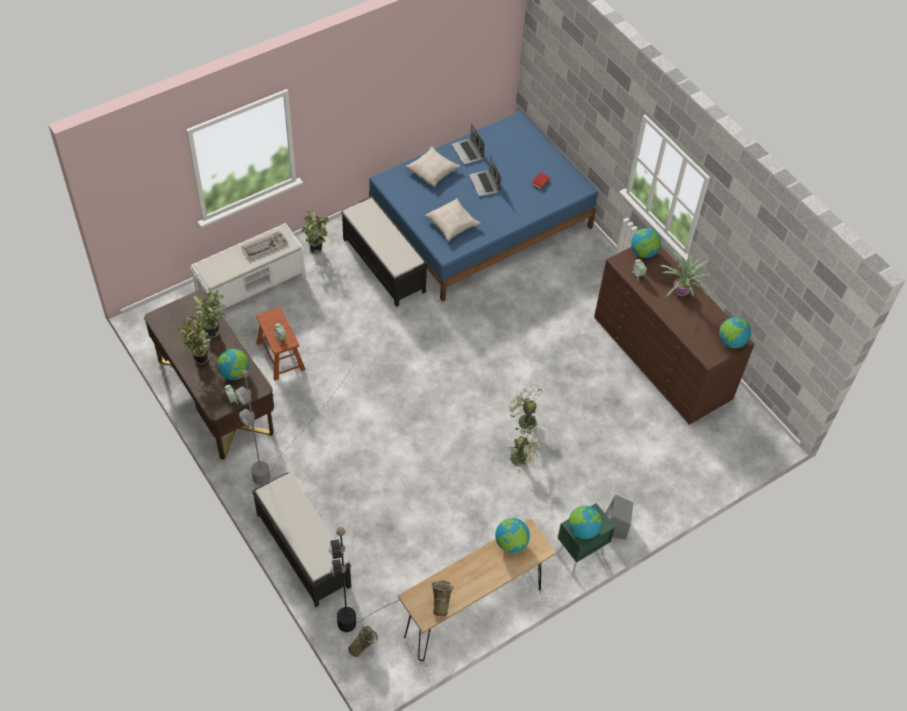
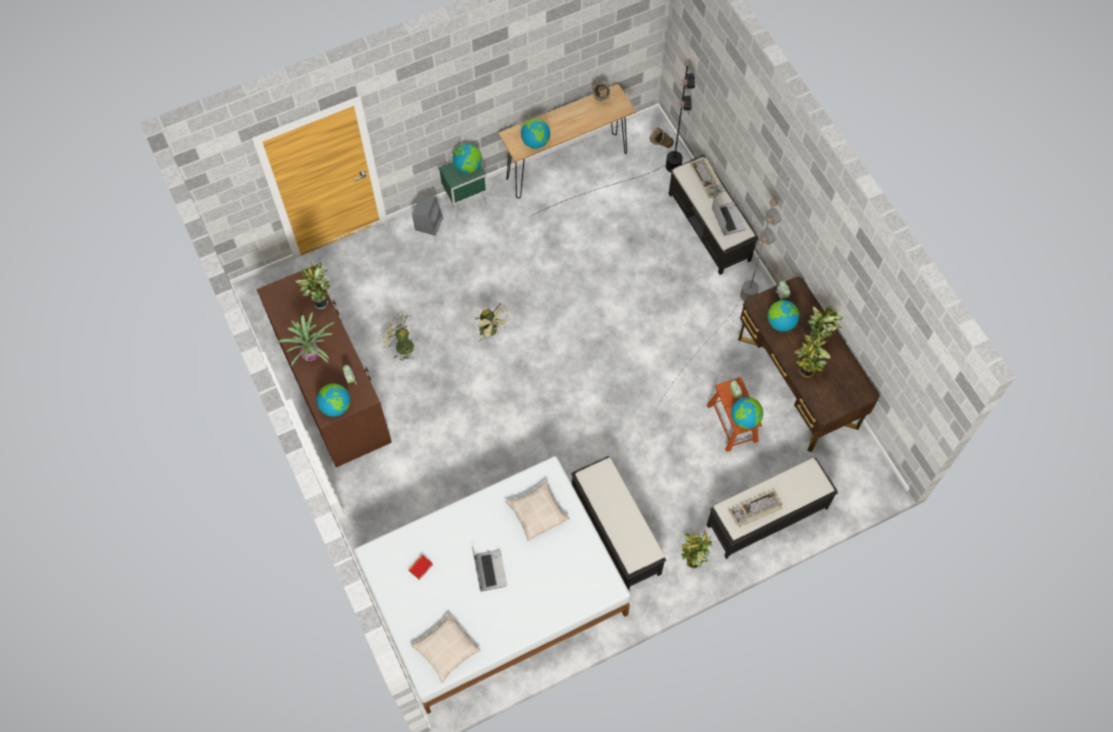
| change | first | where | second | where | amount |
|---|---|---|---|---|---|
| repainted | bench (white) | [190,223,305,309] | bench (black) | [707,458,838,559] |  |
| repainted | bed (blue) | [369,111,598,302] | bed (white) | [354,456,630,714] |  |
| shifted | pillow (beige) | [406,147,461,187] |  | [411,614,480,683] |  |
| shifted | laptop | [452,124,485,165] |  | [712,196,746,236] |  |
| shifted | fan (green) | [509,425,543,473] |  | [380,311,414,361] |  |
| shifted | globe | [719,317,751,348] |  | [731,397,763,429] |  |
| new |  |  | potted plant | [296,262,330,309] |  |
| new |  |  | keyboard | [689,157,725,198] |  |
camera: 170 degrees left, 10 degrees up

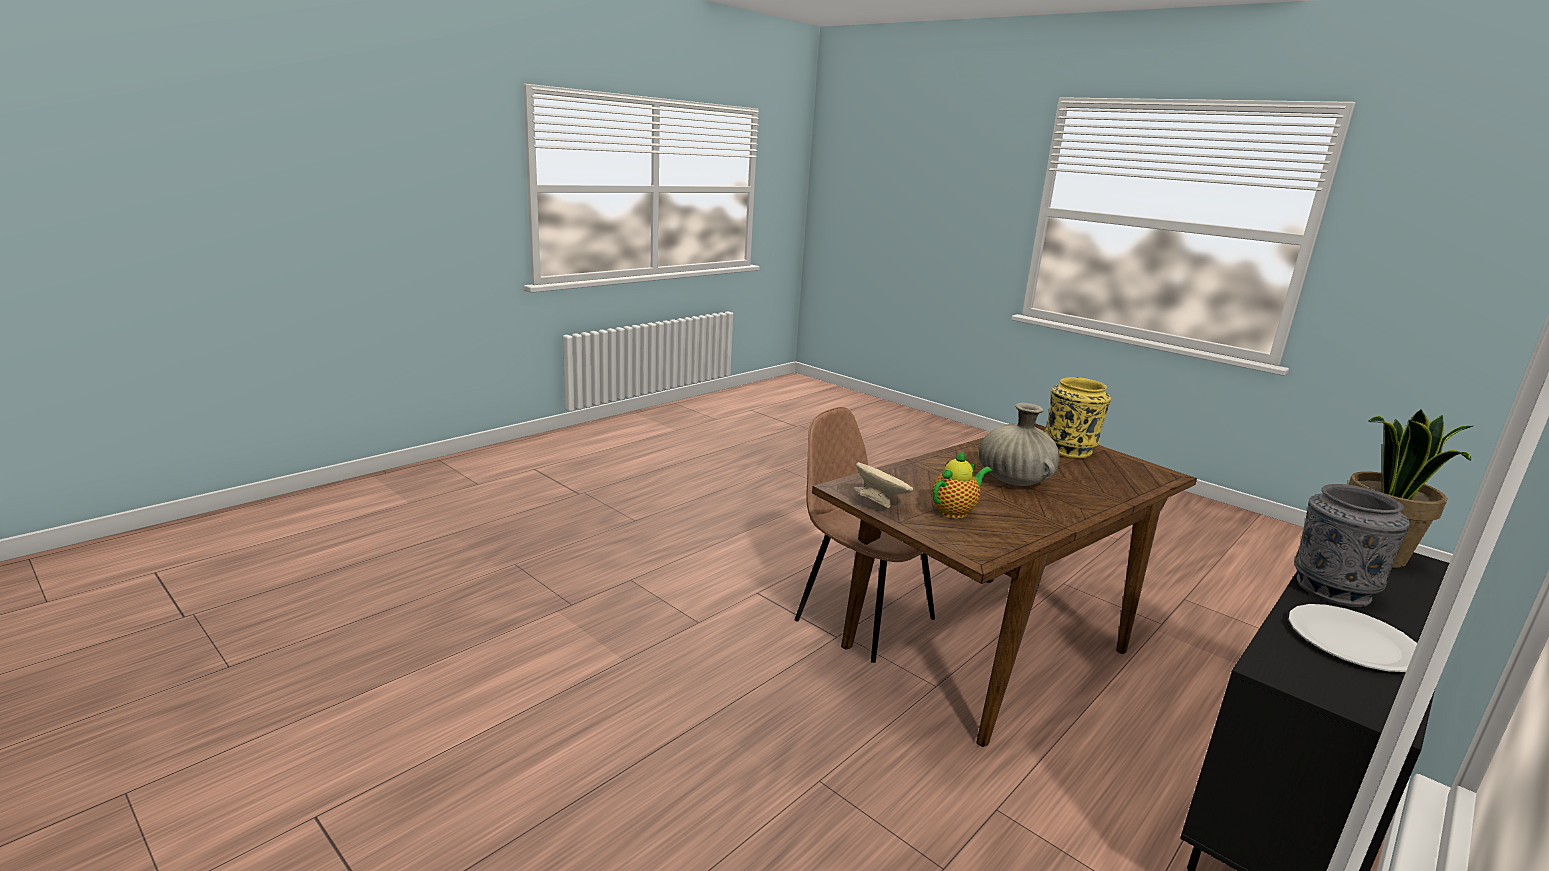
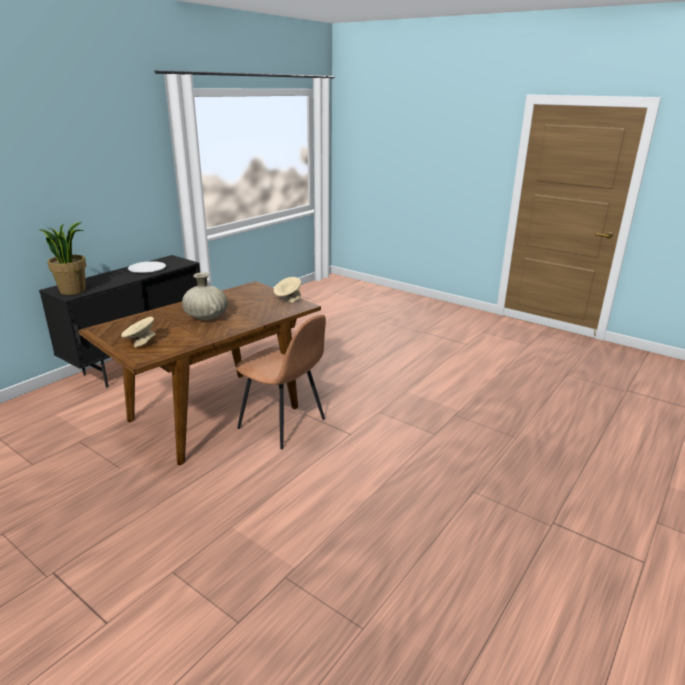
| change | first | where | second | where | amount |
|---|---|---|---|---|---|
| gone | teapot | [932,451,992,519] |  |  |  |
| swapped | vase (yellow) | [1045,377,1111,458] | bowl (beige) | [121,317,155,348] |  |
| gone | vase (grey) | [1294,484,1410,607] |  |  |  |
camera: 175 degrees right, 5 degrees up

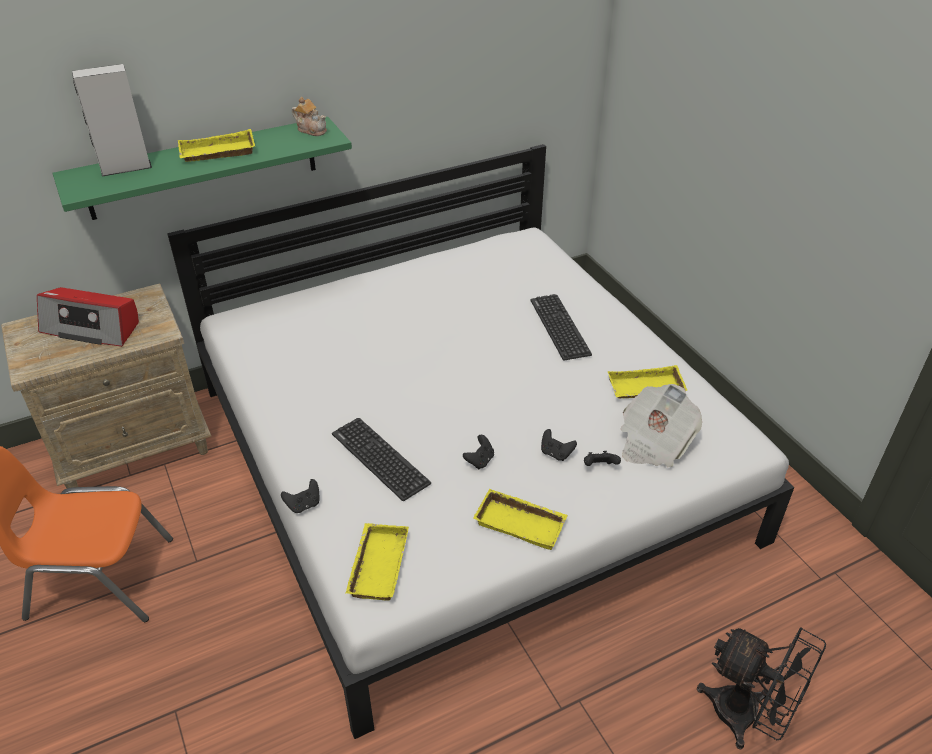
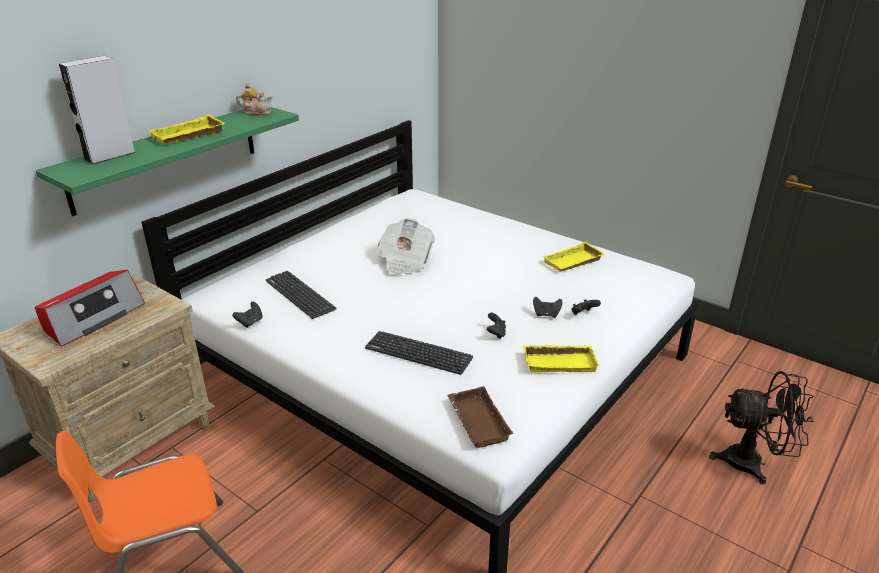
| change | first | where | second | where | amount |
|---|---|---|---|---|---|
| rotated | radio | [37,287,139,347] |  | [35,270,145,347] | 45 degrees counterclockwise |
| shifted | game controller (black) | [281,479,320,513] |  | [233,302,263,328] |  |
| repainted | tray (yellow) | [346,523,409,600] | tray (brown) | [447,386,513,448] |  |
| shifted | keyboard | [530,294,592,360] |  | [266,271,337,319] |  |
| shifted | newspaper | [620,384,702,467] |  | [378,218,435,275] |  |
camera: 25 degrees left, 10 degrees down

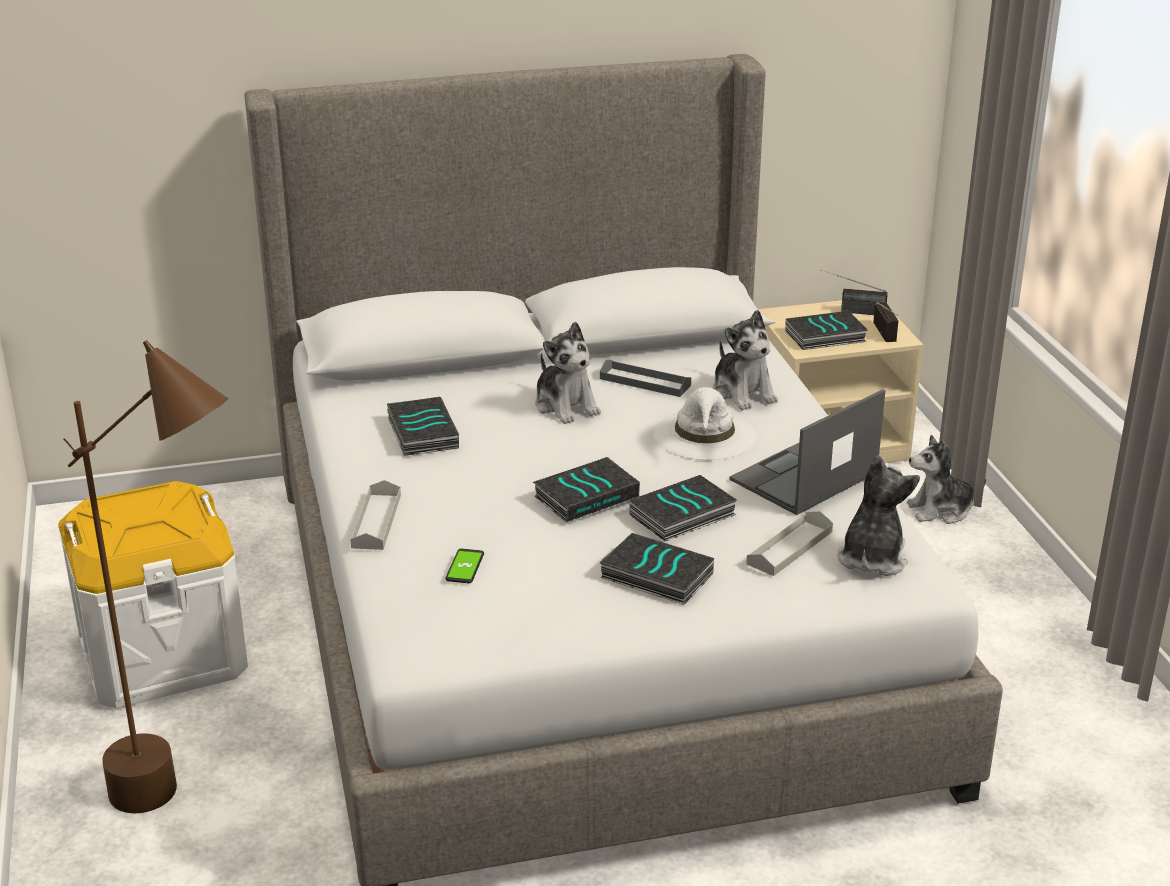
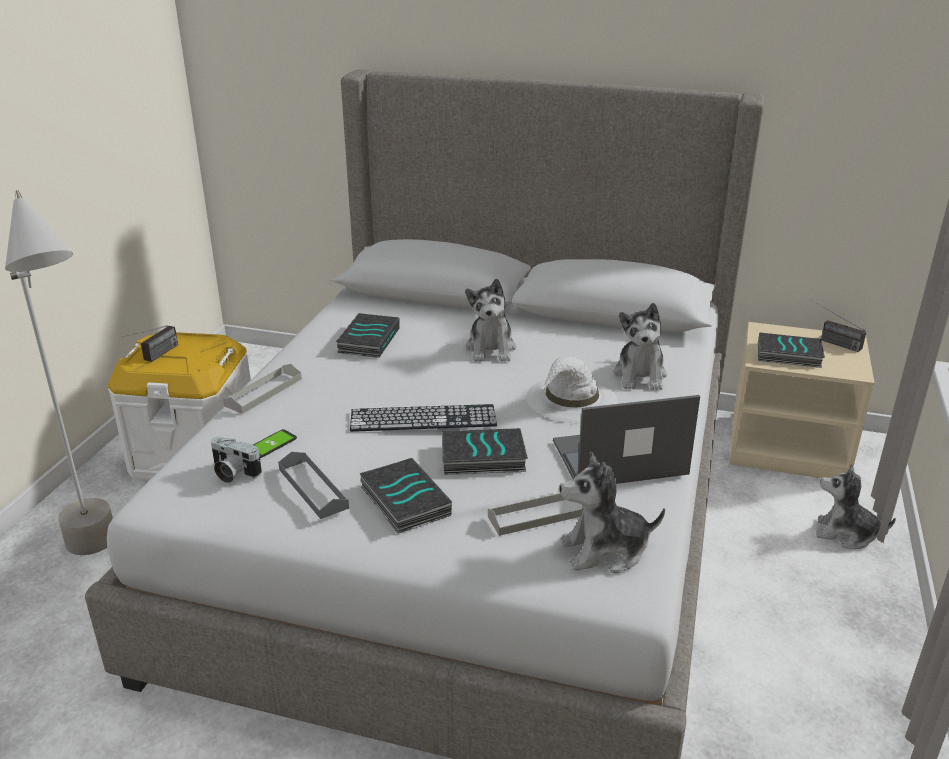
| change | first | where | second | where | amount |
|---|---|---|---|---|---|
| repainted | floor lamp (brown) | [64,340,228,813] | floor lamp (grey) | [5,190,113,555] |  |
| swapped | book | [533,457,640,522] | keyboard | [350,404,497,432] |  |
| shifted | tray (grey) | [600,360,691,397] |  | [278,452,349,519] |  |
| rotated | plush toy | [837,455,920,576] |  | [559,451,665,573] | 150 degrees counterclockwise |
| shifted | radio | [873,302,898,342] |  | [122,325,178,362] |  |
| new |  |  | photo camera | [211,437,262,483] |  |
camera: 30 degrees right, 0 degrees up

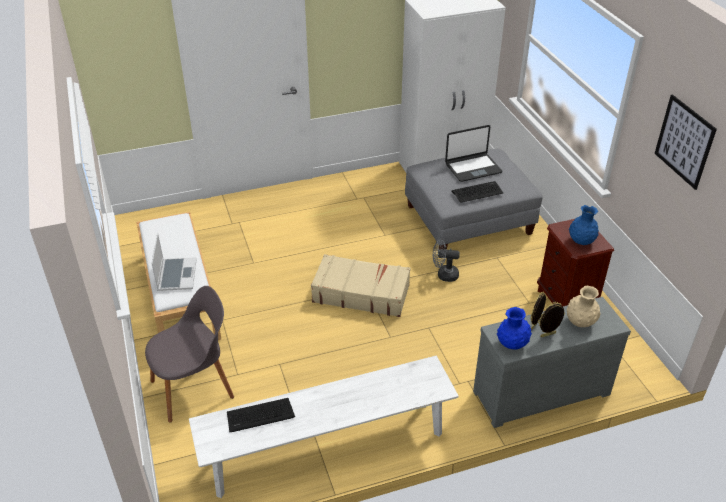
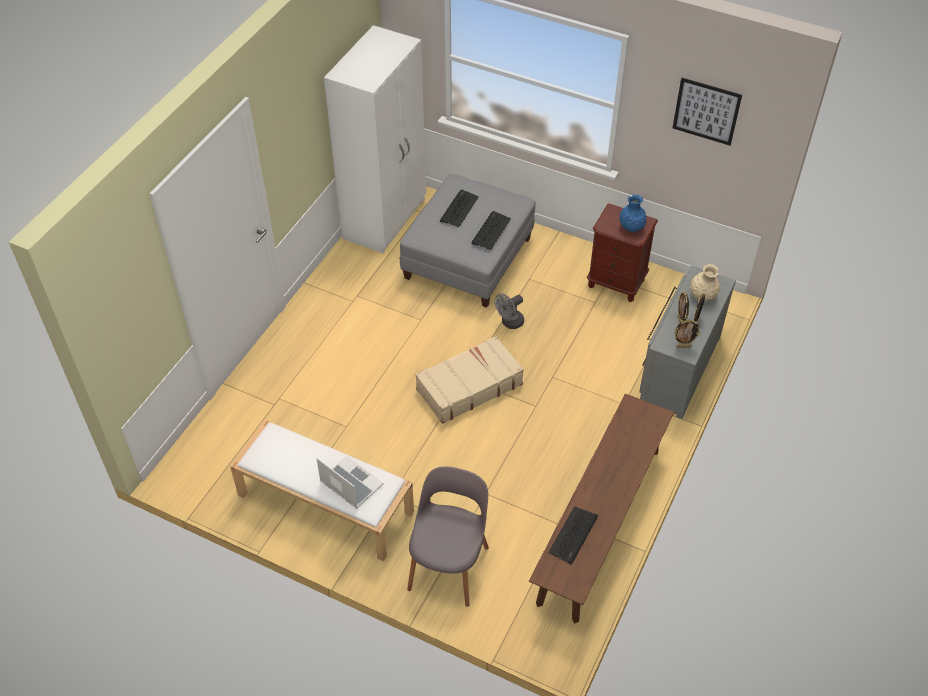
| change | first | where | second | where | amount |
|---|---|---|---|---|---|
| repainted | bench (white) | [189,355,459,498] | bench (brown) | [529,394,674,624] |  |
| swapped | laptop | [445,125,502,182] | keyboard | [440,189,479,227] |  |
| swapped | vase (blue) | [497,307,532,349] | picture frame | [673,320,701,348] |  |
camera: 45 degrees left, 10 degrees up

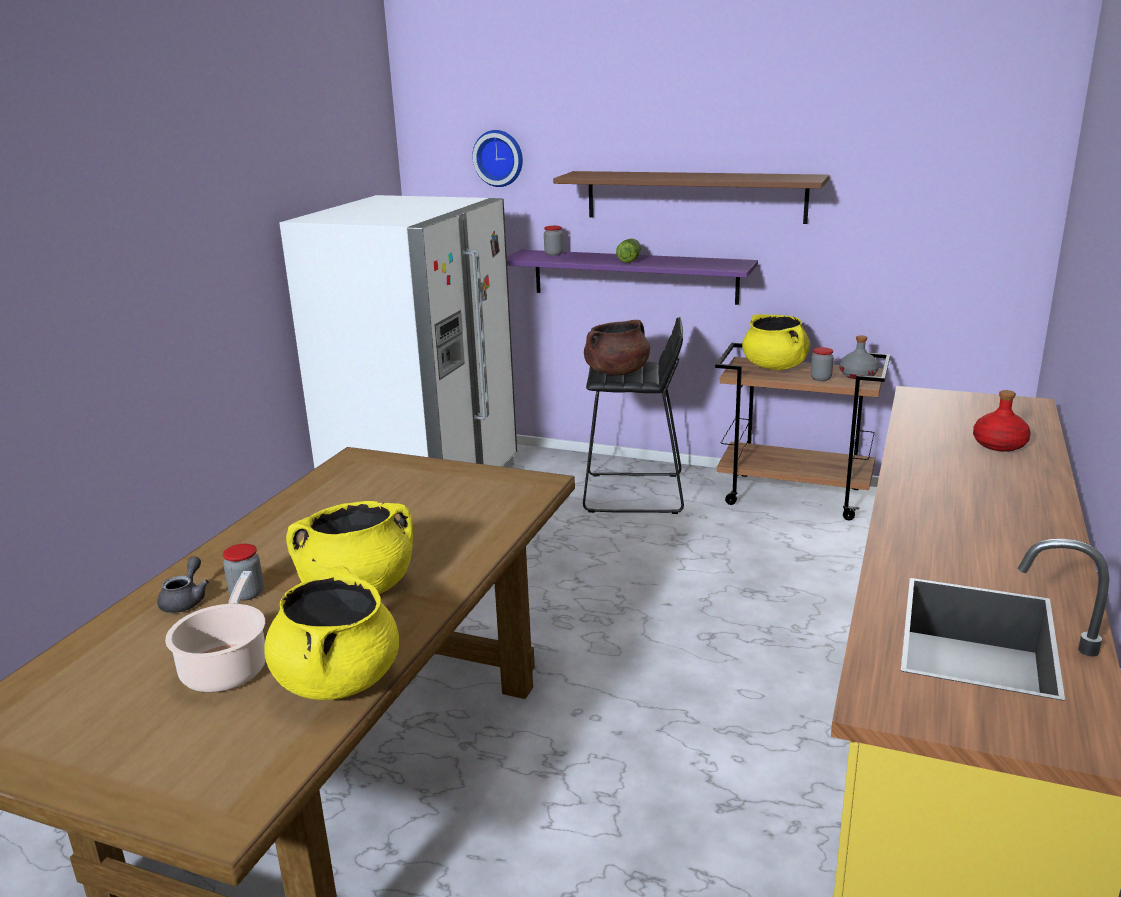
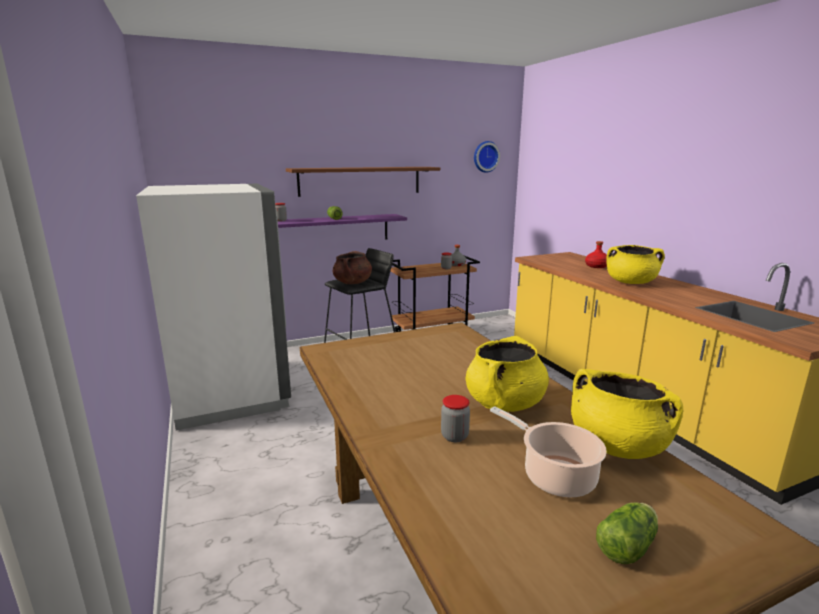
| change | first | where | second | where | amount |
|---|---|---|---|---|---|
| gone | teapot (grey) | [157,556,209,613] |  |  |  |
| shifted | wall clock | [472,130,523,187] |  | [474,141,500,173] |  |
| shifted | cooking pot (yellow) | [742,314,810,370] |  | [607,245,665,284] |  |
| new |  |  | lettuce | [596,503,658,564] |  |
camera: 45 degrees left, 5 degrees down

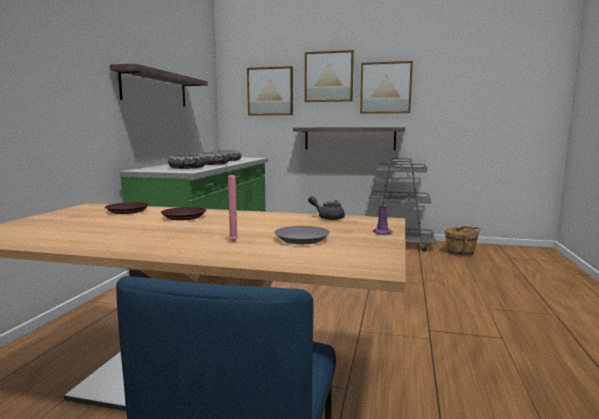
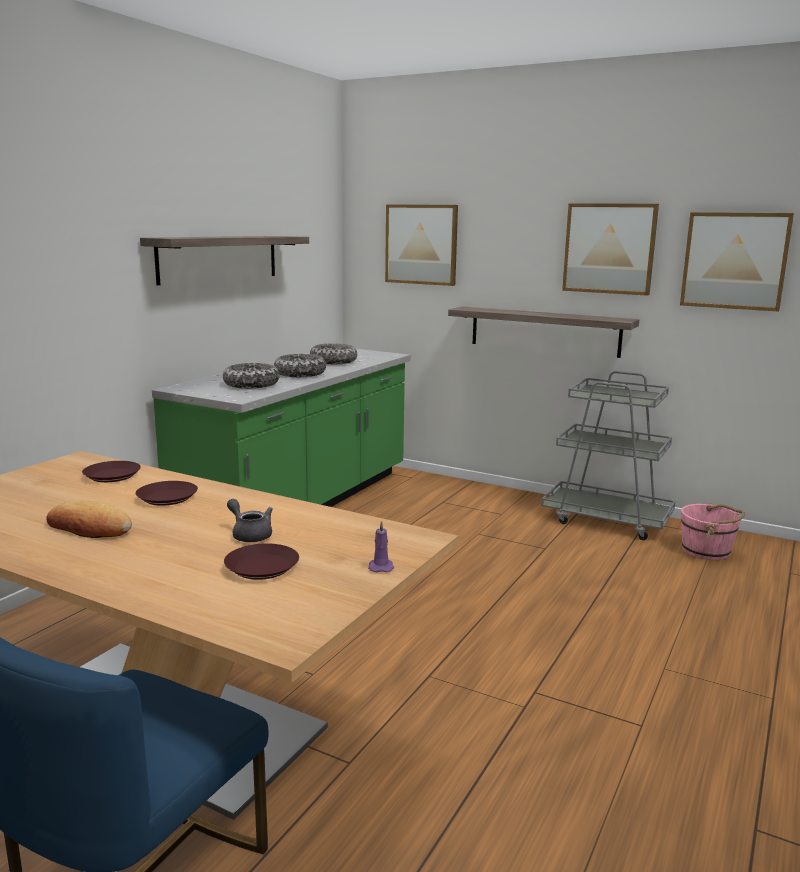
| change | first | where | second | where | amount |
|---|---|---|---|---|---|
| gone | candle (pink) | [226,168,238,242] |  |  |  |
| repainted | plate (grey) | [274,226,330,244] | plate (brown) | [224,543,299,580] |  |
| shifted | picture | [305,50,354,102] |  | [680,212,794,312] |  |
| shifted | teapot (grey) | [308,196,345,220] |  | [227,499,273,542] |  |
| repainted | bucket (brown) | [445,226,481,257] | bucket (pink) | [681,503,745,560] |  |
| new |  |  | bread | [46,500,132,538] |  |
camera: 15 degrees right, 5 degrees up

